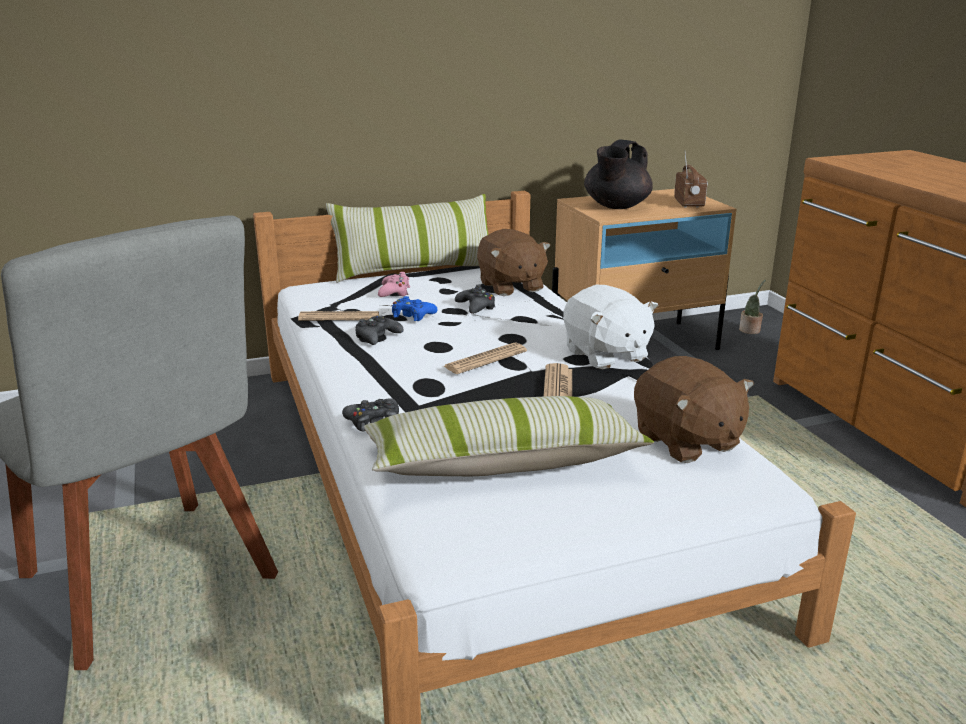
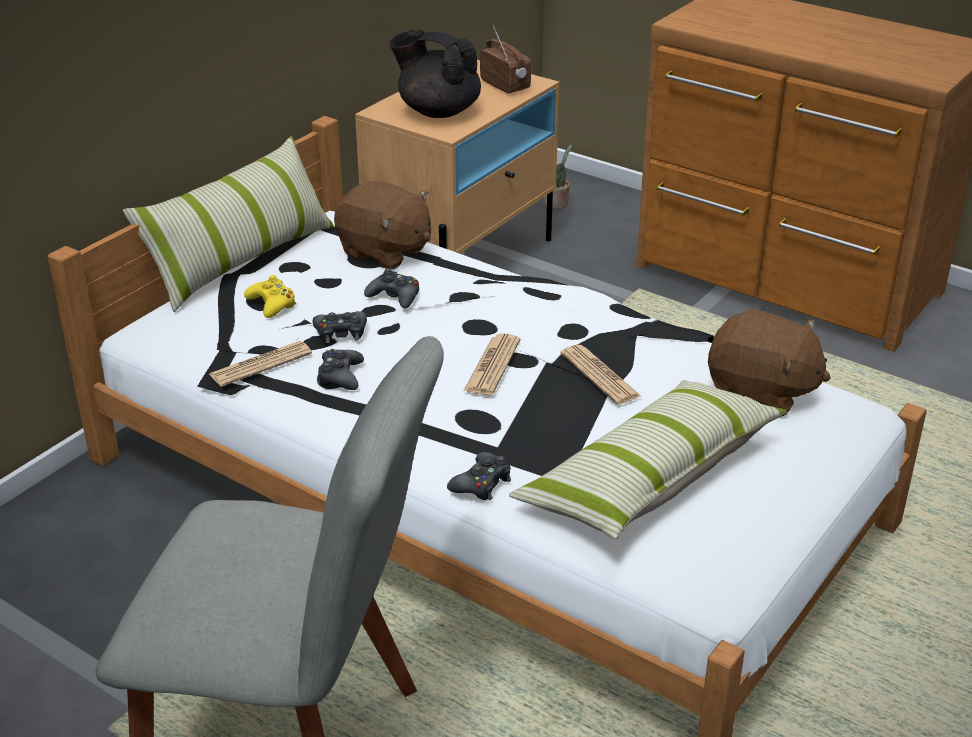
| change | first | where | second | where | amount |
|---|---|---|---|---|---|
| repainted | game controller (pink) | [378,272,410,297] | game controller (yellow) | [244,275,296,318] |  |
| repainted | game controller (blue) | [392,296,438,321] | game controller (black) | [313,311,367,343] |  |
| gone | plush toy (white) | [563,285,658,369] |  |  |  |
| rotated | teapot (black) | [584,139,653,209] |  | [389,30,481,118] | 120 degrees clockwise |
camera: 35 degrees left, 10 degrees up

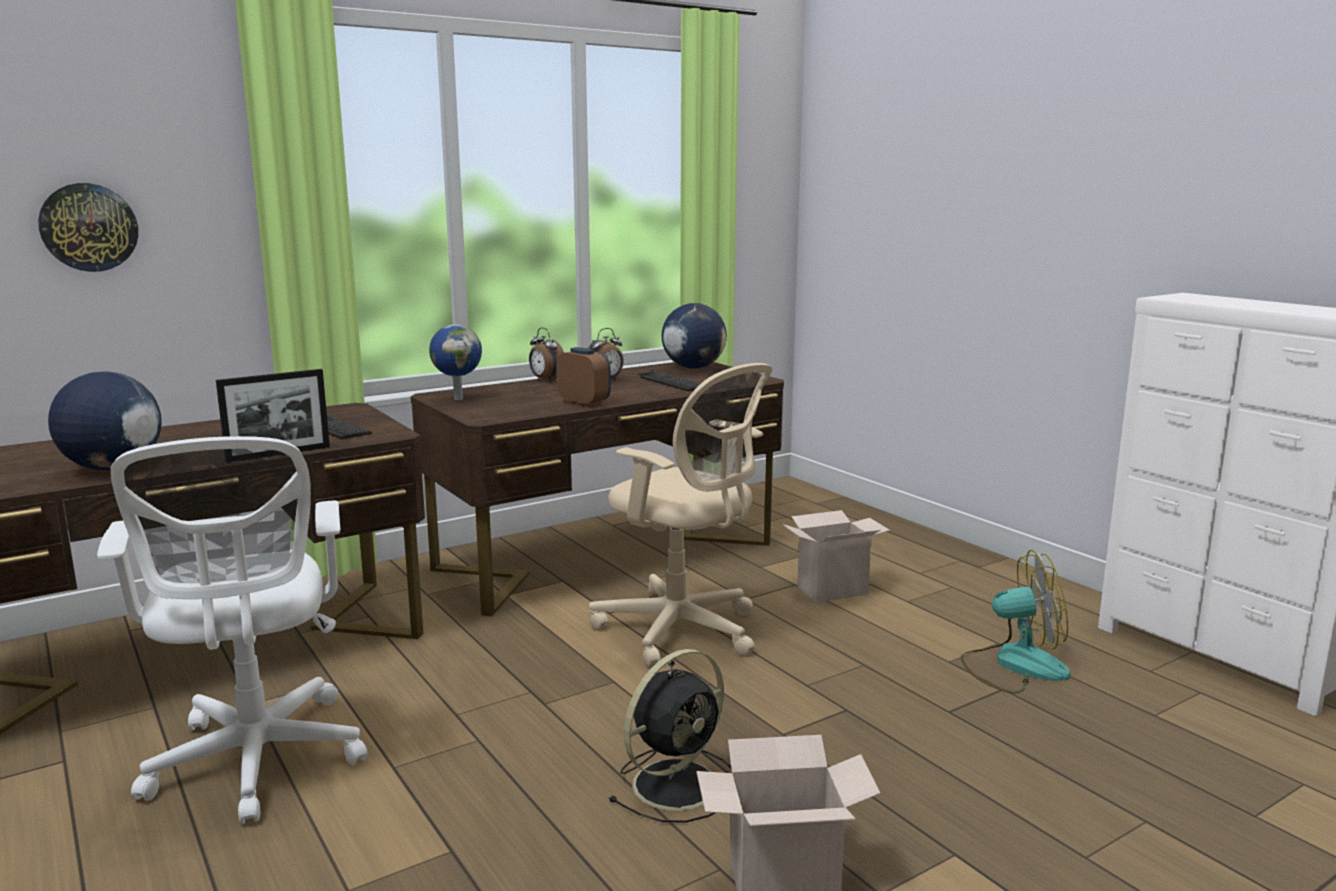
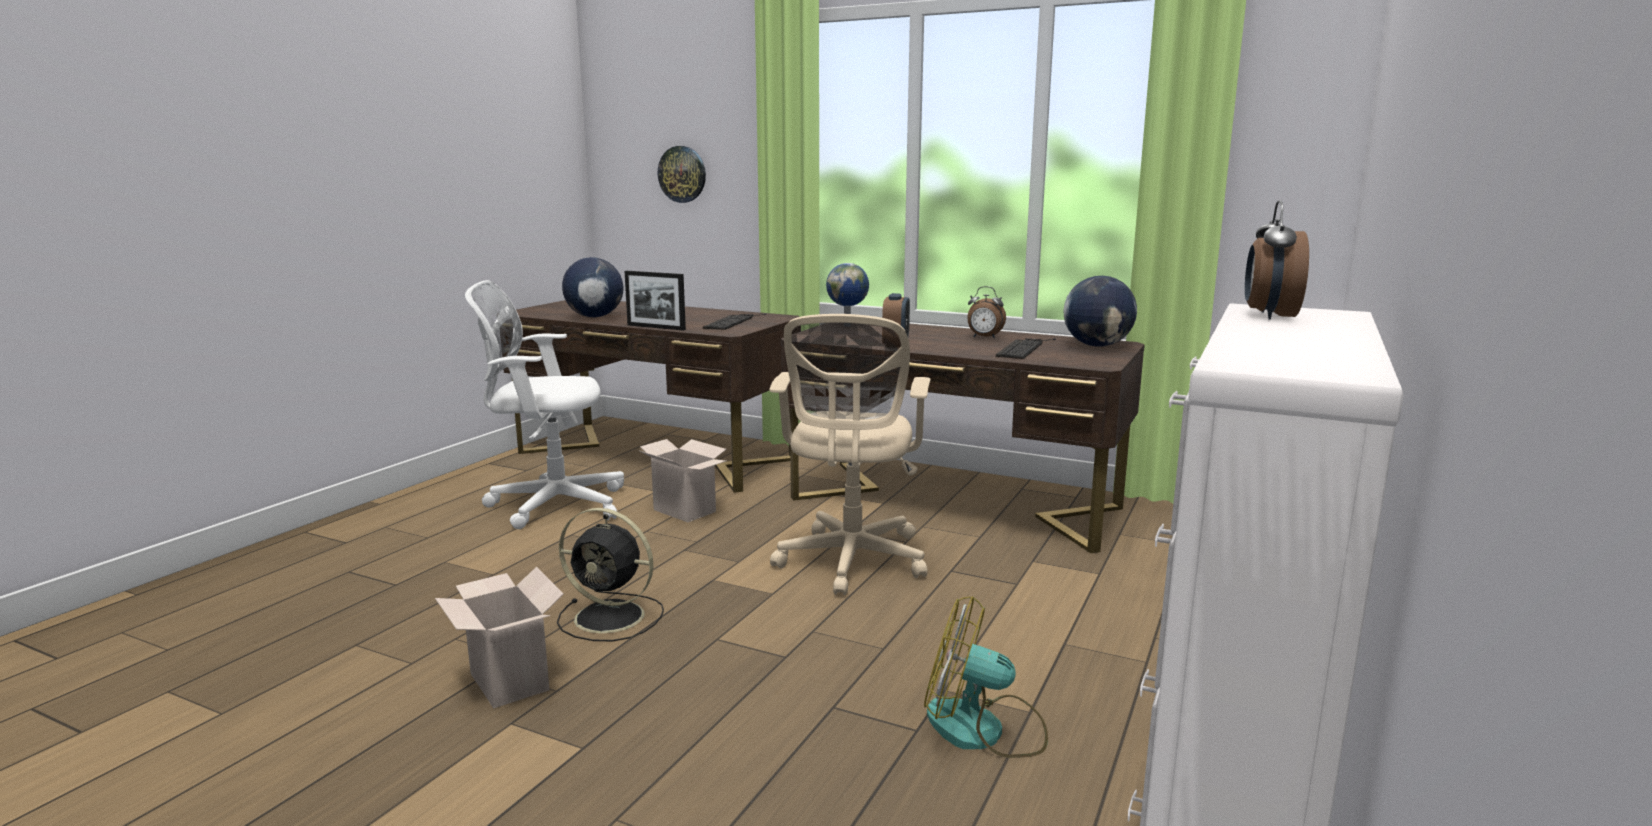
| change | first | where | second | where | amount |
|---|---|---|---|---|---|
| rotated | office chair (white) | [97,436,368,824] |  | [465,280,624,529] | 45 degrees clockwise |
| shifted | alarm clock | [529,328,564,382] |  | [1245,200,1309,320] |  |
| shifted | cardboard box | [782,510,890,602] |  | [639,439,727,522] |  |
| rotated | fan | [961,550,1071,693] |  | [924,596,1048,758] | 135 degrees clockwise |
camera: 60 degrees right, 0 degrees up

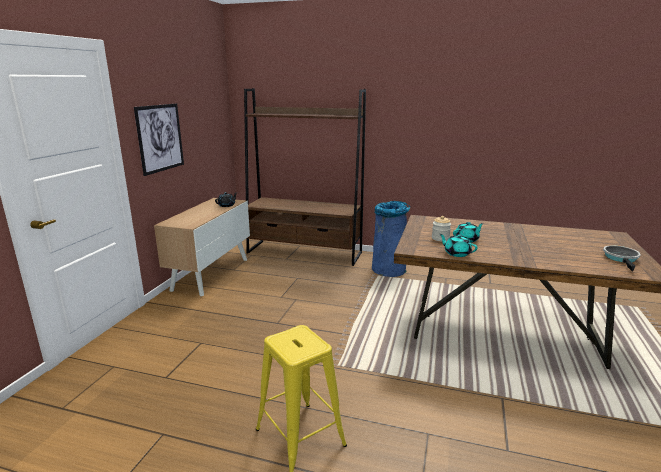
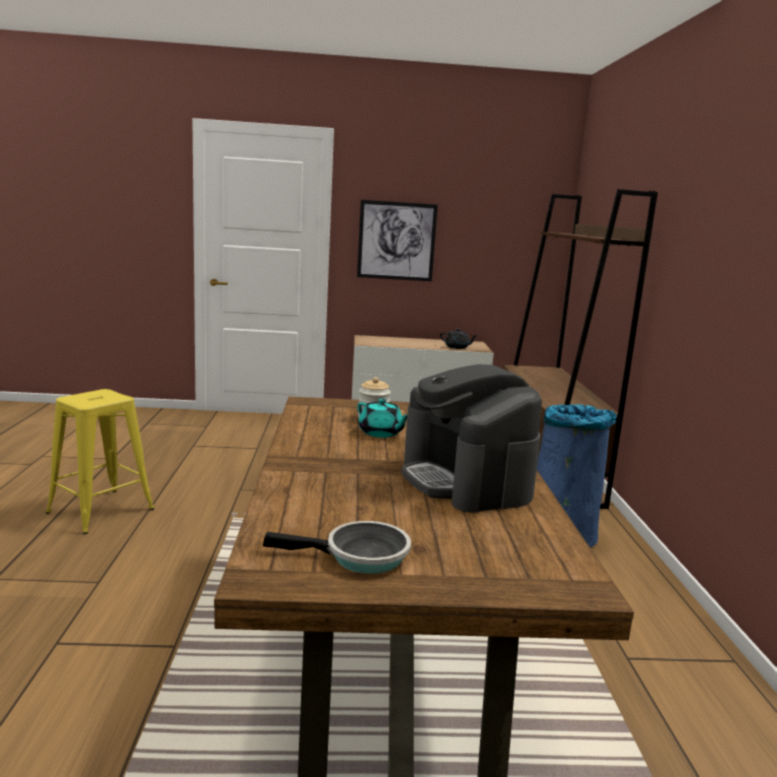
| change | first | where | second | where | amount |
|---|---|---|---|---|---|
| gone | teapot (turquoise) | [440,234,477,257] |  |  |  |
| new |  |  | coffee machine | [402,364,542,513] |  |
camera: 70 degrees right, 5 degrees down

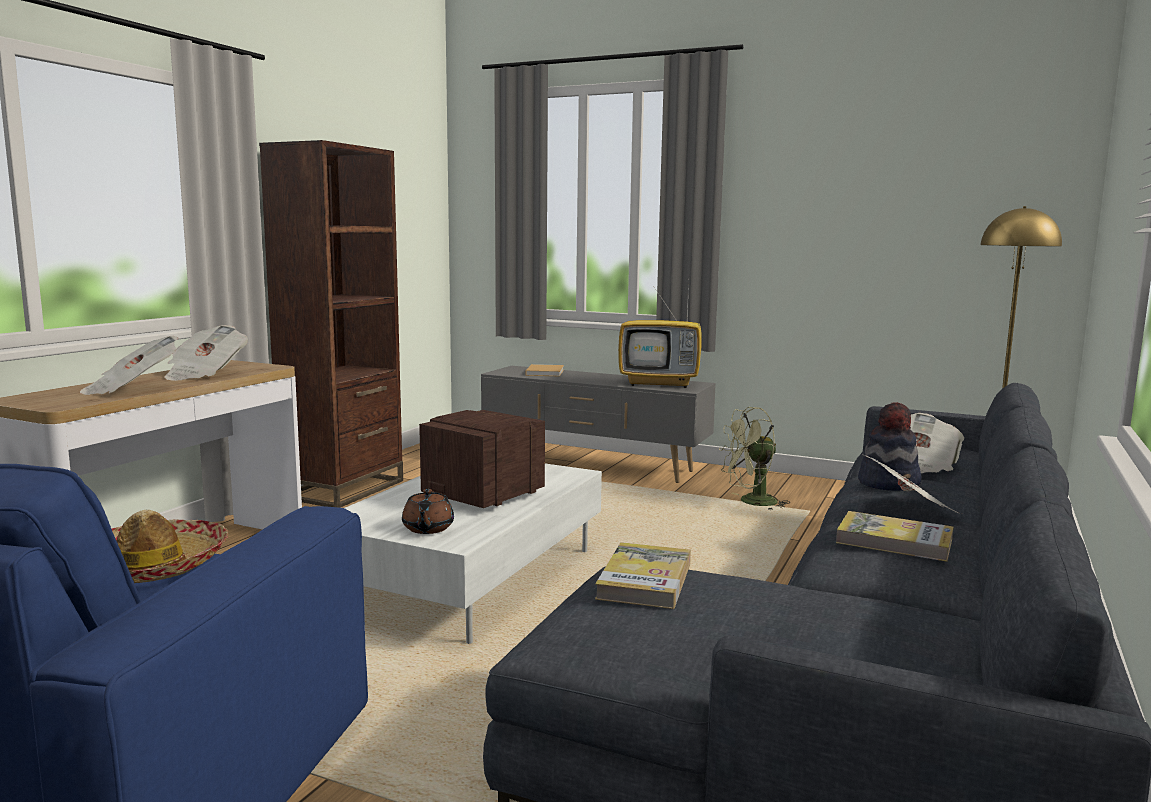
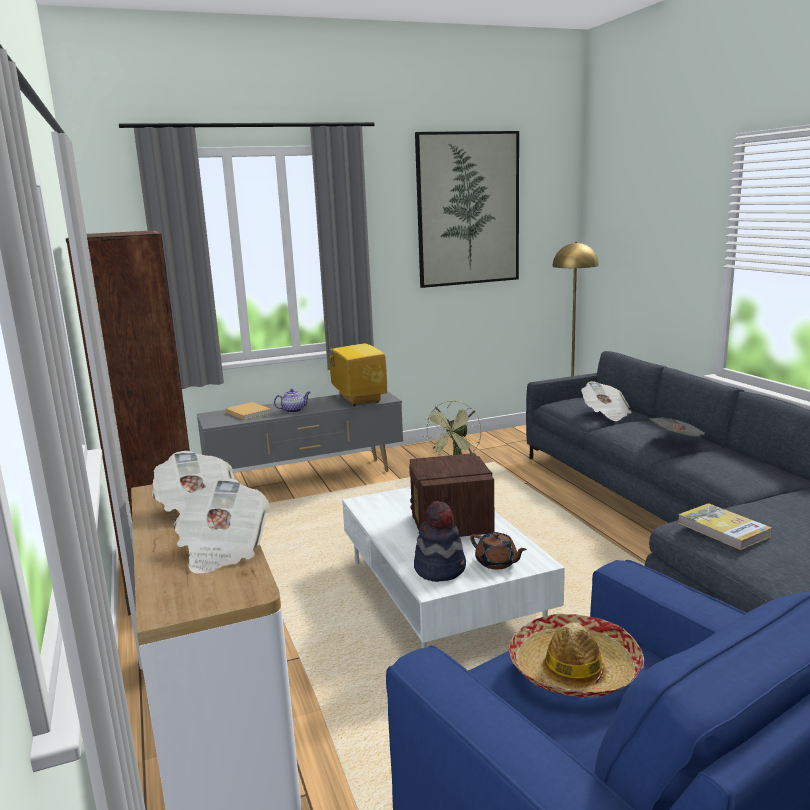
| change | first | where | second | where | amount |
|---|---|---|---|---|---|
| rotated | television | [618,281,701,388] |  | [327,313,387,406] | 75 degrees counterclockwise |
| gone | book | [836,511,953,562] |  |  |  |
| shifted | hat | [858,402,921,491] |  | [414,501,466,582] |  |
| new |  |  | teapot | [274,389,310,413] |  |
| new |  |  | picture | [415,131,519,288] |  |
camera: 45 degrees left, 5 degrees up

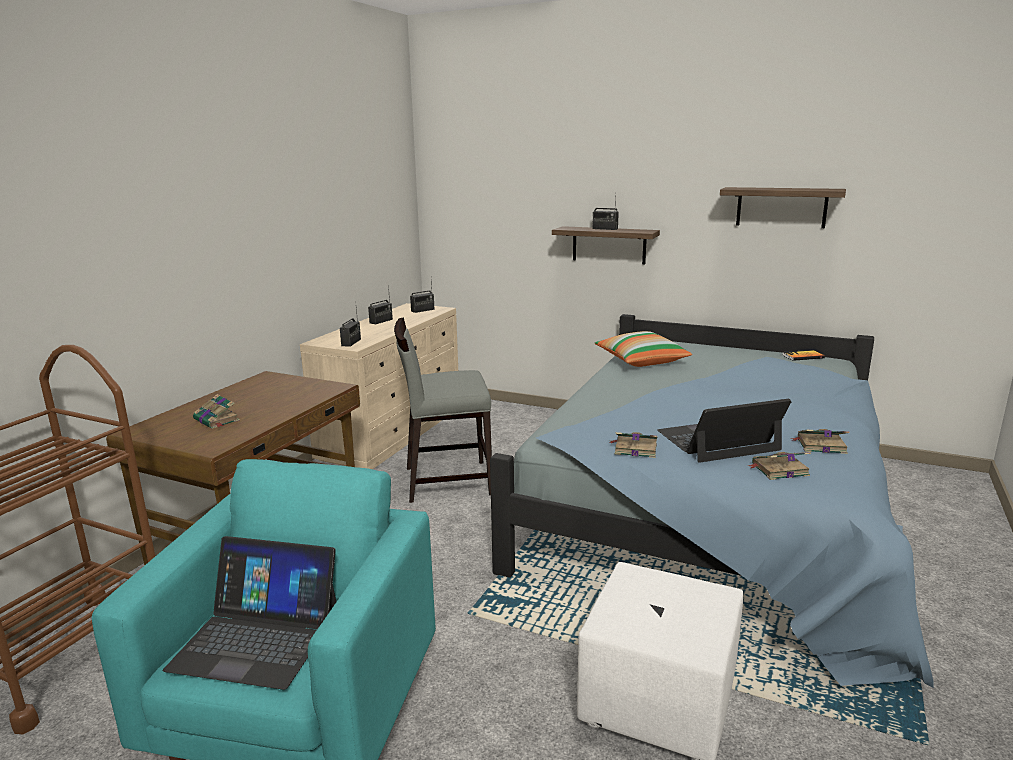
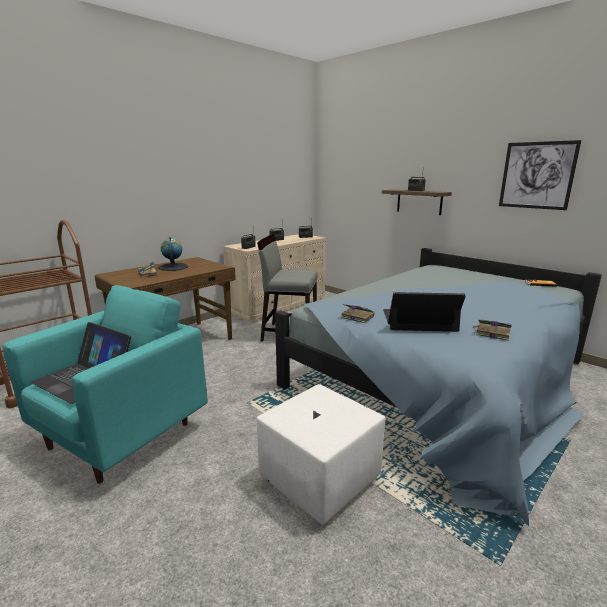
| change | first | where | second | where | amount |
|---|---|---|---|---|---|
| gone | pillow | [595,331,692,367] |  |  |  |
| swapped | shelf | [720,187,846,228] | picture | [499,140,581,210] |  |
| gone | book | [748,452,811,480] |  |  |  |
| new |  |  | globe | [159,237,188,271] |  |
camera: 20 degrees right, 0 degrees up

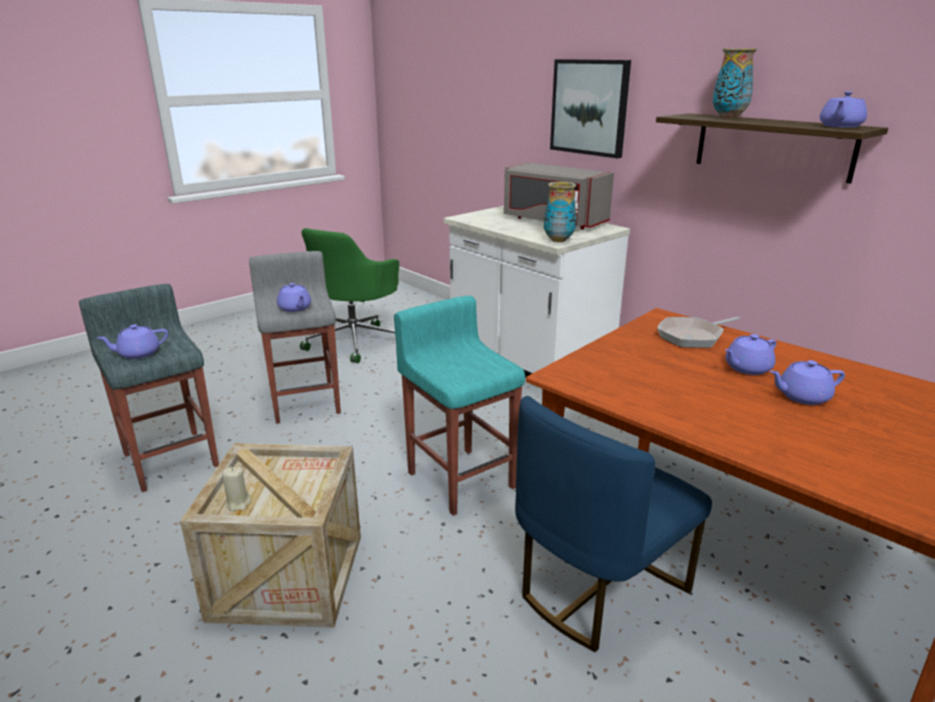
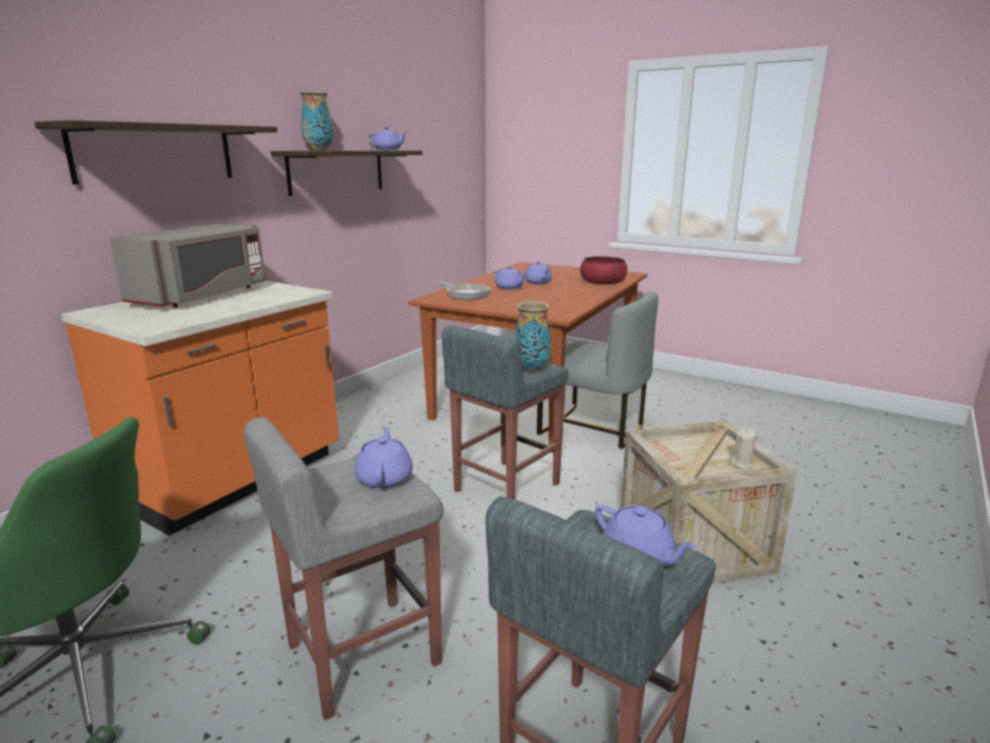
| change | first | where | second | where | amount |
|---|---|---|---|---|---|
| rotated | teapot (purple) | [277,283,311,312] |  | [354,427,413,489] | 45 degrees counterclockwise |
| repainted | stool (turquoise) | [394,296,525,516] | stool (grey) | [442,326,568,500] |  |
| repainted | counter (white) | [444,206,630,378] | counter (orange) | [61,281,339,536] |  |
| repainted | chair (blue) | [515,396,712,652] | chair (grey) | [537,291,658,449] |  |
| shifted | vase | [544,182,576,242] |  | [514,301,551,372] |  |
| swapped | picture | [550,59,631,158] | shelf | [34,120,278,184] |  |
| new |  |  | bowl (red) | [580,256,627,284] |  |
camera: 105 degrees left, 5 degrees down

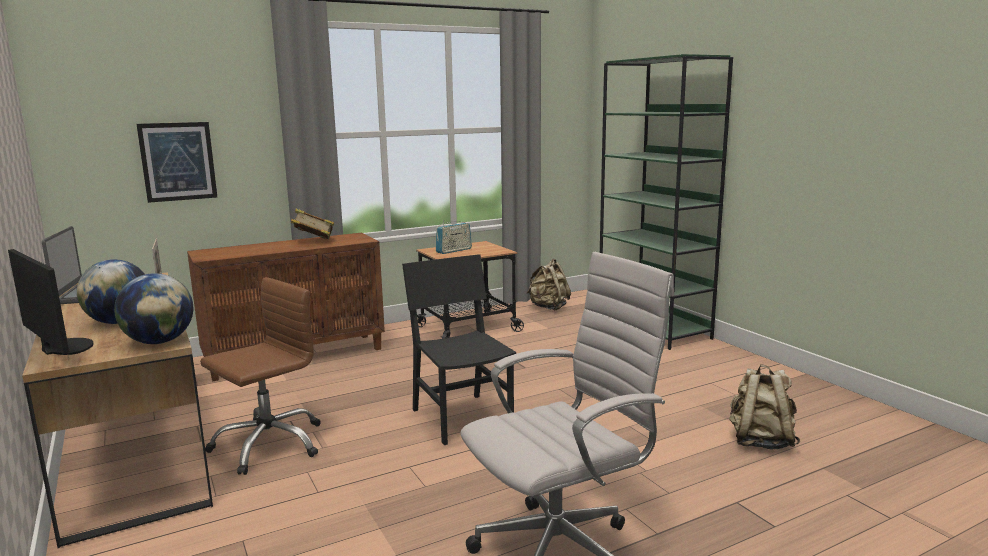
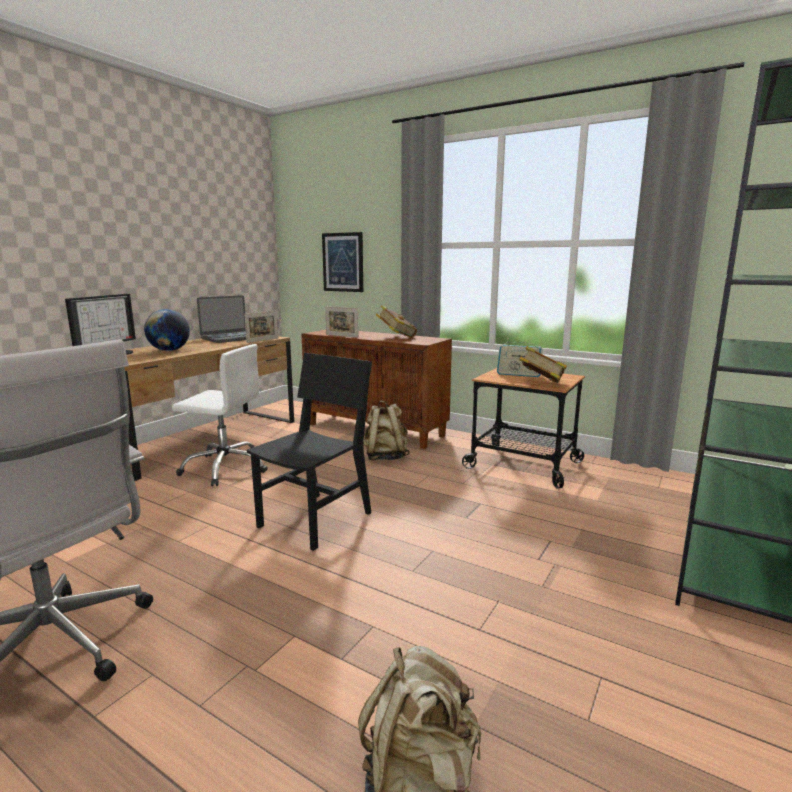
| change | first | where | second | where | amount |
|---|---|---|---|---|---|
| gone | globe | [114,273,193,344] |  |  |  |
| repainted | office chair (brown) | [200,277,321,475] | office chair (white) | [172,344,268,486] |  |
| shifted | backpack (beige) | [527,259,571,310] |  | [363,400,410,461] |  |
| new |  |  | picture frame | [325,307,359,338] |  |
| new |  |  | book | [519,346,567,383] |  |
camera: 60 degrees right, 0 degrees up

